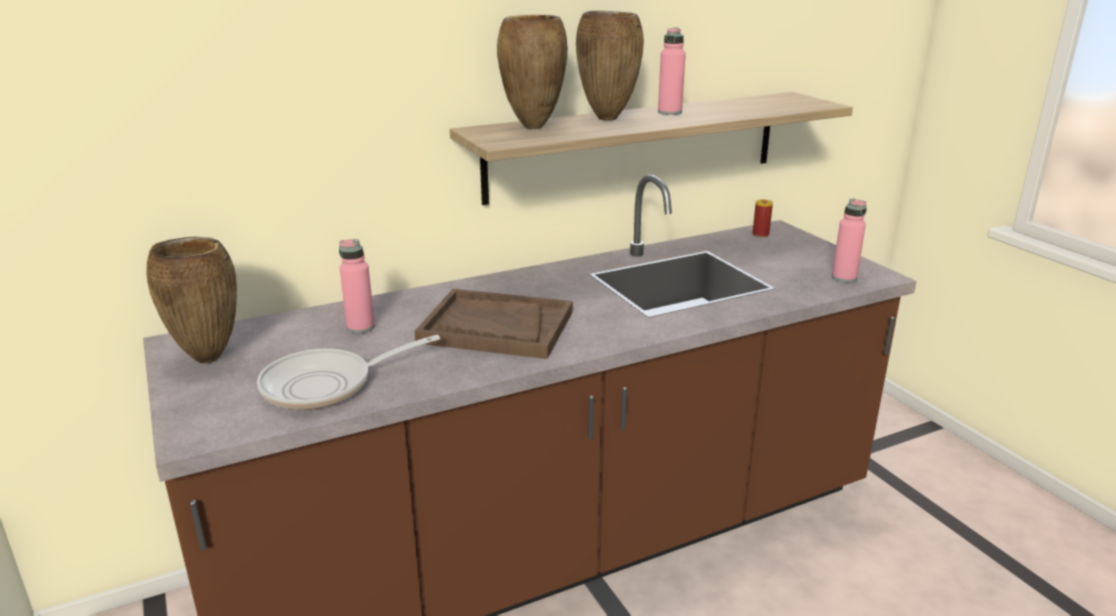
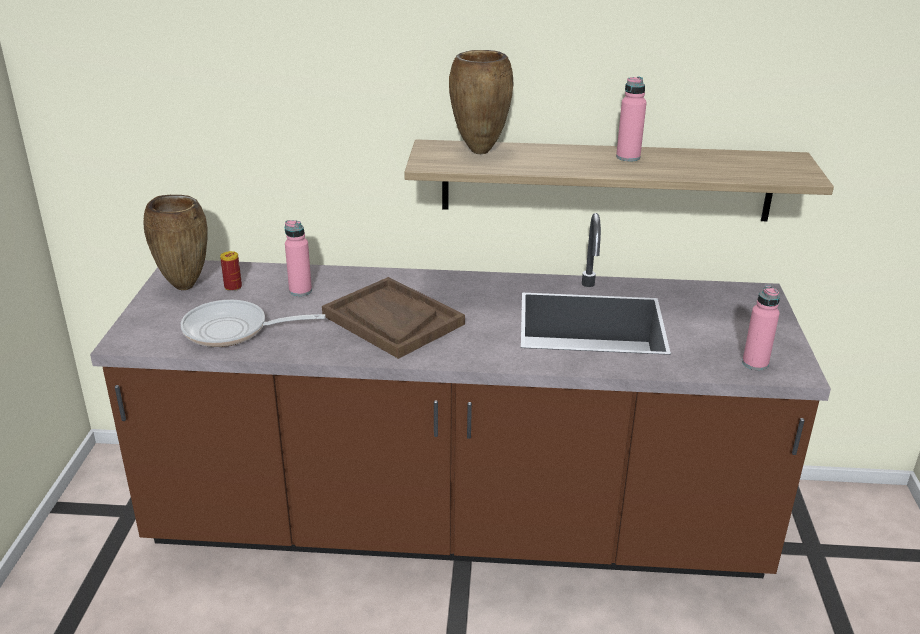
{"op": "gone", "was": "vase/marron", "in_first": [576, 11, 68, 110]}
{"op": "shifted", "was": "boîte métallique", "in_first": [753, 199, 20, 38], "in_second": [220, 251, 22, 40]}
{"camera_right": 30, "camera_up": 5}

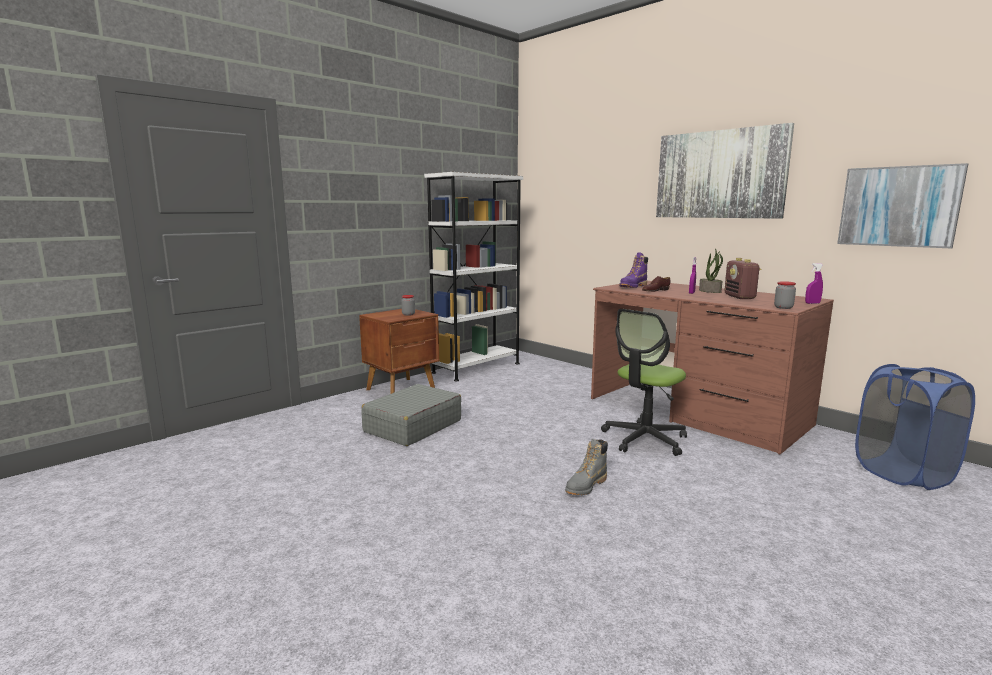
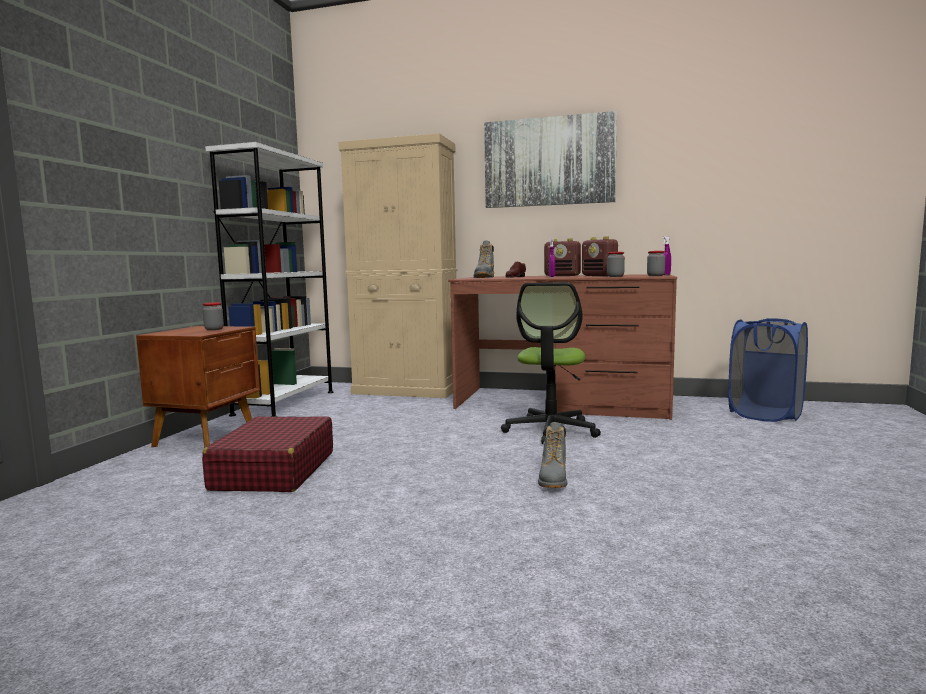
{"op": "repainted", "was": "valise/gris", "now": "valise/rouge", "in_first": [361, 384, 100, 62], "in_second": [202, 416, 131, 76]}
{"op": "repainted", "was": "botte/violet", "now": "botte/gris", "in_first": [619, 252, 29, 36], "in_second": [474, 240, 20, 38]}
{"op": "swapped", "was": "plante en pot", "now": "radio", "in_first": [699, 248, 24, 45], "in_second": [544, 238, 37, 38]}
{"op": "gone", "was": "tableau", "in_first": [837, 163, 131, 85]}
{"op": "new", "now": "meuble de rangement/beige", "in_second": [338, 133, 119, 265]}
{"op": "new", "now": "bocal", "in_second": [607, 252, 18, 25]}
{"camera_right": -30, "camera_up": -5}

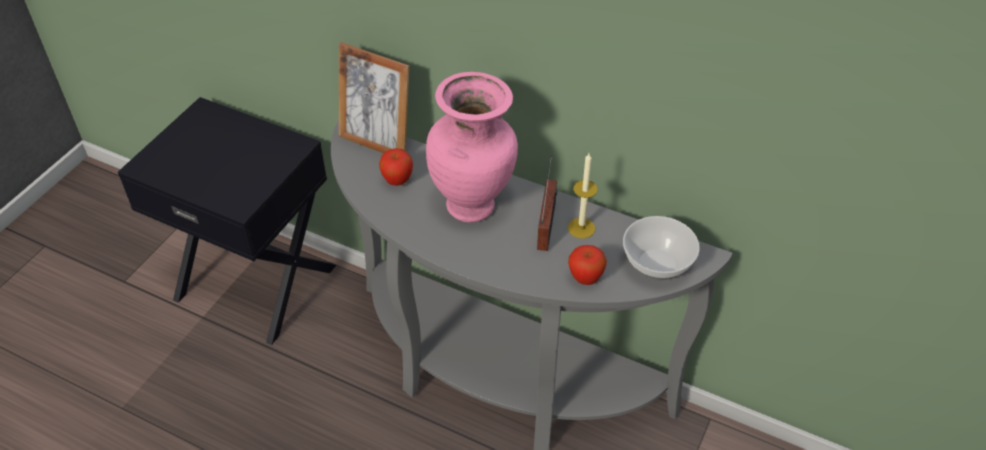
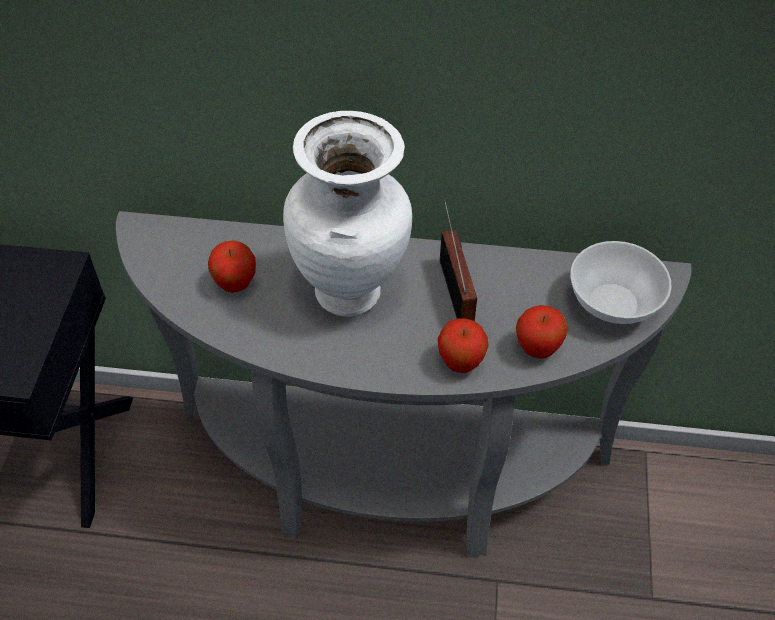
{"op": "gone", "was": "cadre photo", "in_first": [339, 42, 71, 112]}
{"op": "repainted", "was": "vase/rose", "now": "vase/blanc", "in_first": [426, 72, 92, 151], "in_second": [283, 111, 129, 206]}
{"op": "gone", "was": "bougie", "in_first": [568, 153, 30, 86]}
{"op": "new", "now": "pomme", "in_second": [438, 319, 51, 54]}
{"camera_right": -20, "camera_up": 5}

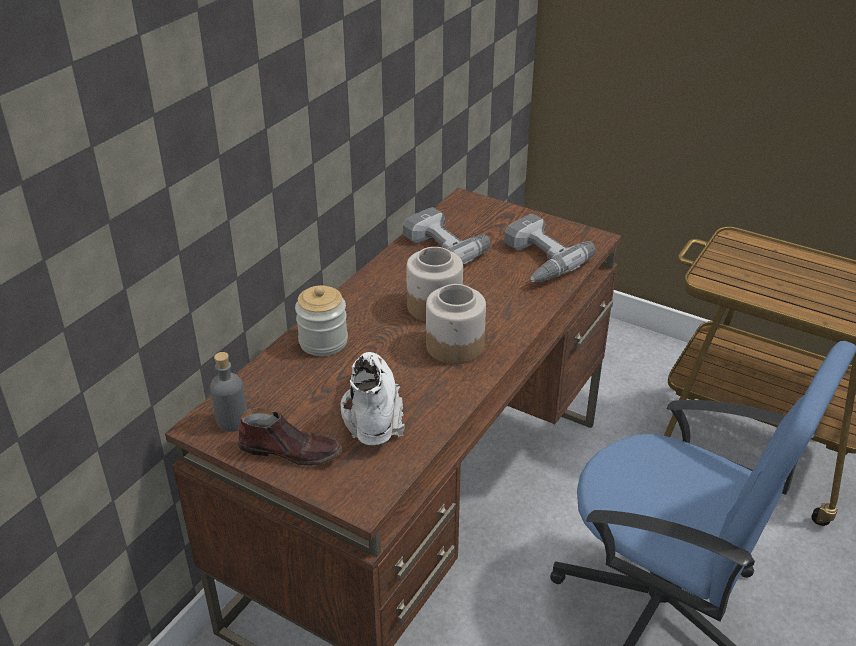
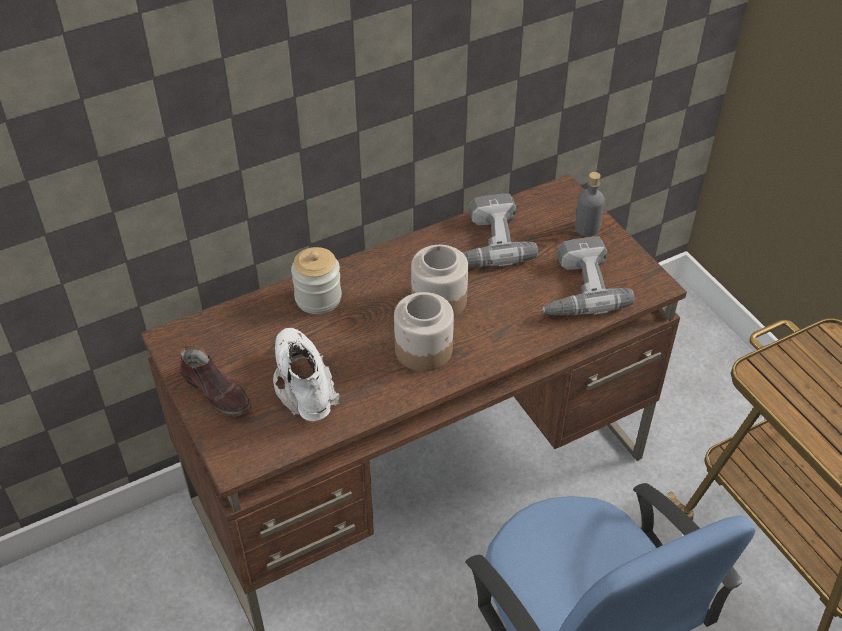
{"op": "shifted", "was": "bouteille/gris", "in_first": [210, 352, 37, 80], "in_second": [575, 172, 30, 64]}
{"op": "rotated", "was": "botte/blanc", "in_first": [341, 352, 64, 93], "in_second": [273, 328, 67, 93], "clockwise": -45}
{"camera_right": 30, "camera_up": 10}

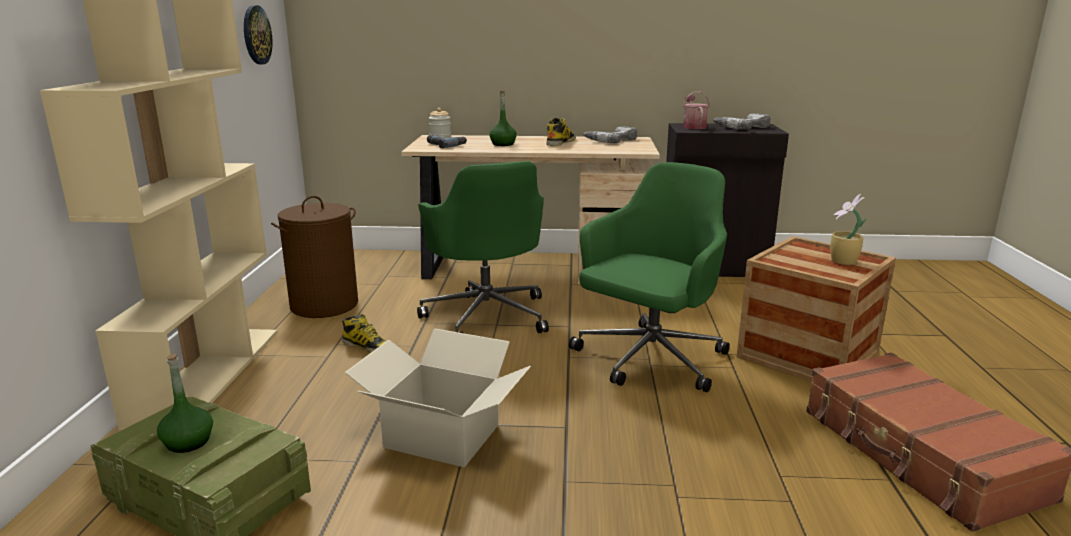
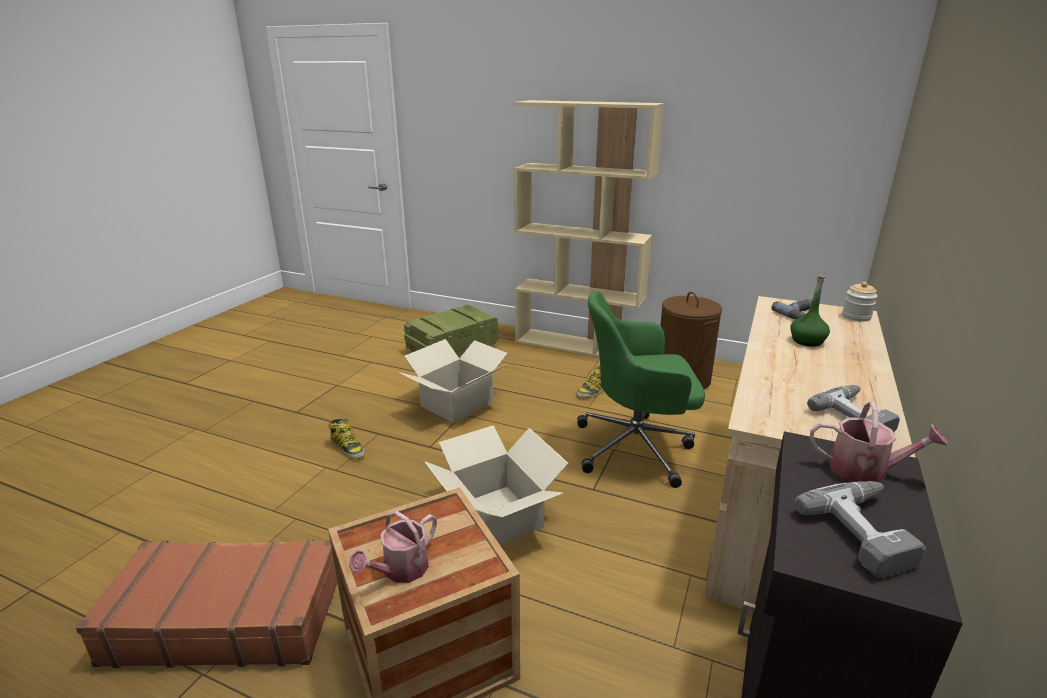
{"op": "gone", "was": "bouteille/vert", "in_first": [157, 354, 56, 99]}
{"op": "gone", "was": "horloge murale", "in_first": [244, 5, 29, 59]}
{"op": "shifted", "was": "botte", "in_first": [546, 118, 30, 28], "in_second": [328, 419, 37, 41]}
{"op": "swapped", "was": "chaise de bureau/vert", "now": "carton", "in_first": [569, 162, 161, 230], "in_second": [425, 425, 144, 120]}
{"op": "swapped", "was": "plante en pot", "now": "arrosoir", "in_first": [830, 194, 37, 71], "in_second": [349, 511, 88, 72]}
{"camera_right": 110, "camera_up": 5}

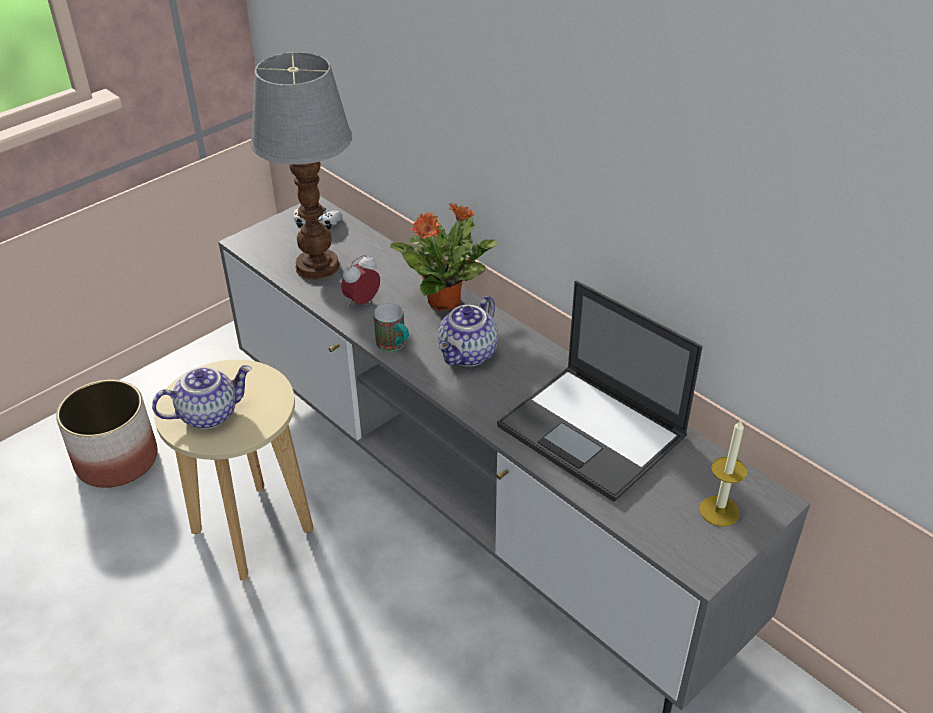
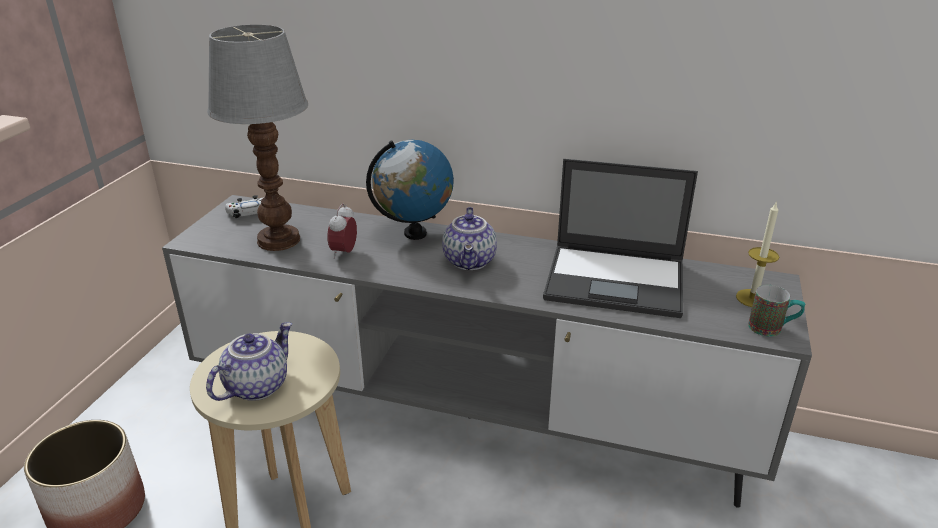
{"op": "shifted", "was": "mug", "in_first": [374, 303, 35, 49], "in_second": [748, 285, 57, 52]}
{"op": "swapped", "was": "plante en pot", "now": "globe", "in_first": [390, 203, 108, 108], "in_second": [366, 140, 88, 100]}
{"camera_right": -30, "camera_up": -10}

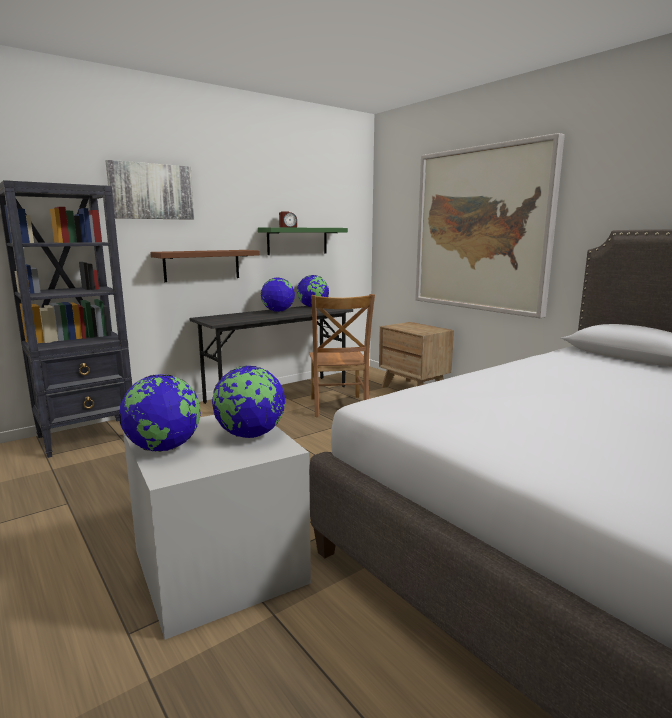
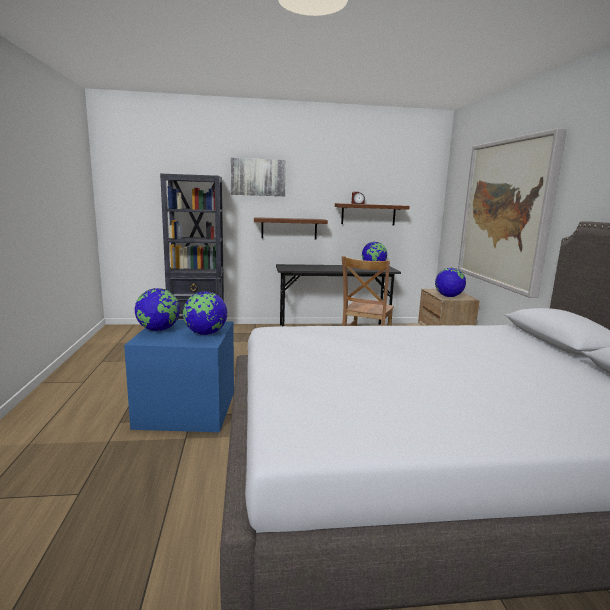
{"op": "repainted", "was": "boîte de rangement/gris", "now": "boîte de rangement/bleu", "in_first": [123, 415, 188, 225], "in_second": [124, 320, 110, 112]}
{"op": "repainted", "was": "étagère/vert", "now": "étagère/marron", "in_first": [258, 227, 90, 28], "in_second": [335, 203, 75, 22]}
{"op": "shifted", "was": "globe", "in_first": [261, 277, 34, 35], "in_second": [435, 268, 31, 29]}
{"camera_right": 30, "camera_up": 0}

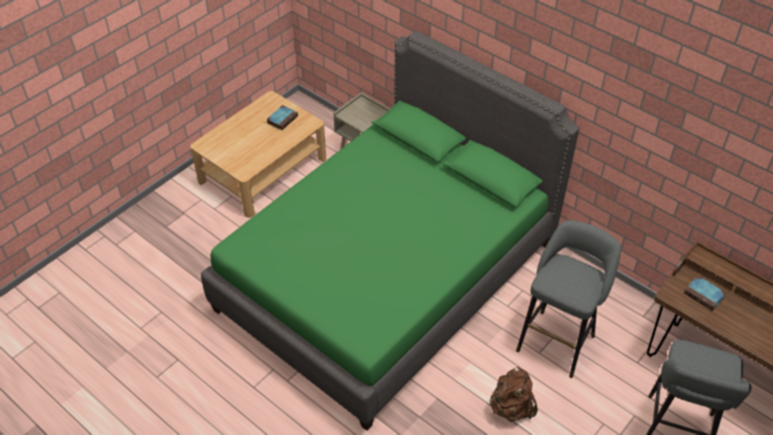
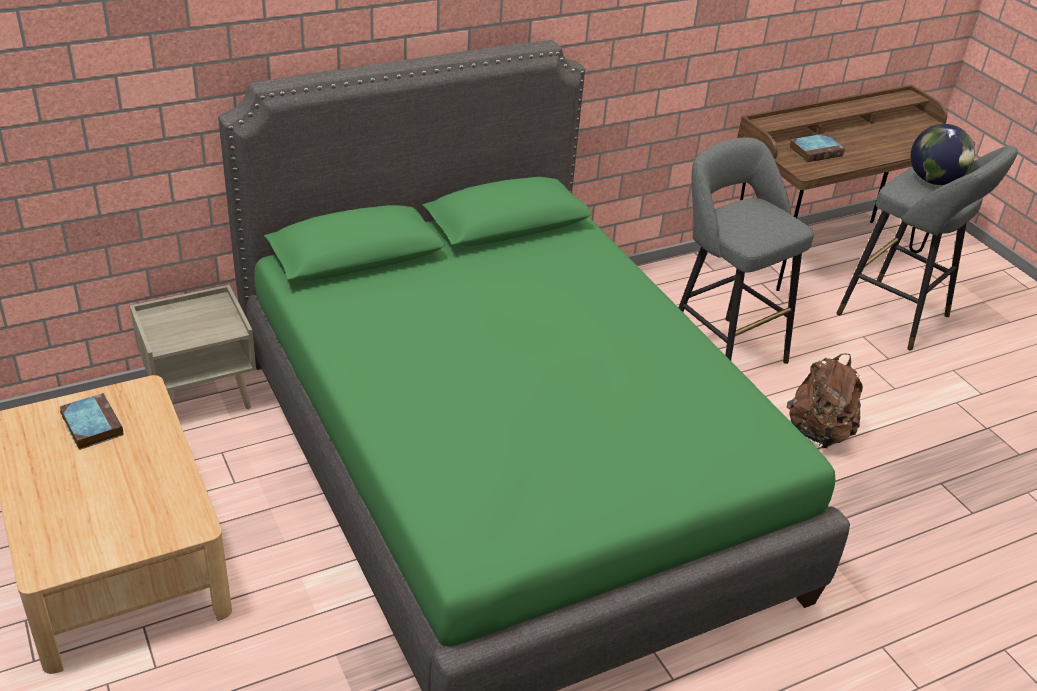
{"op": "new", "now": "globe", "in_second": [911, 124, 64, 61]}
{"camera_right": -70, "camera_up": -10}

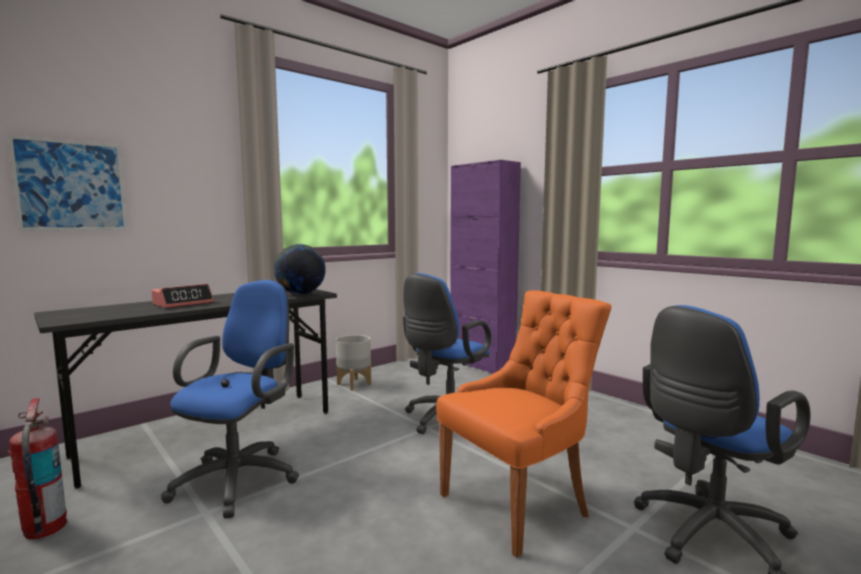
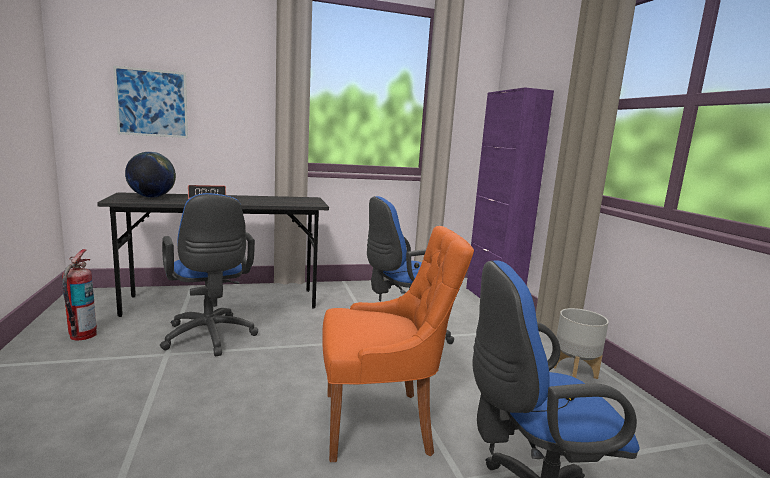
{"op": "rotated", "was": "chaise de bureau/bleu", "in_first": [161, 280, 138, 239], "in_second": [160, 193, 98, 163], "clockwise": 105}
{"op": "shifted", "was": "globe", "in_first": [274, 244, 52, 51], "in_second": [125, 152, 51, 46]}
{"op": "shifted", "was": "cache-pot/gris", "in_first": [336, 335, 35, 55], "in_second": [554, 308, 55, 71]}
{"camera_right": 25, "camera_up": 5}

